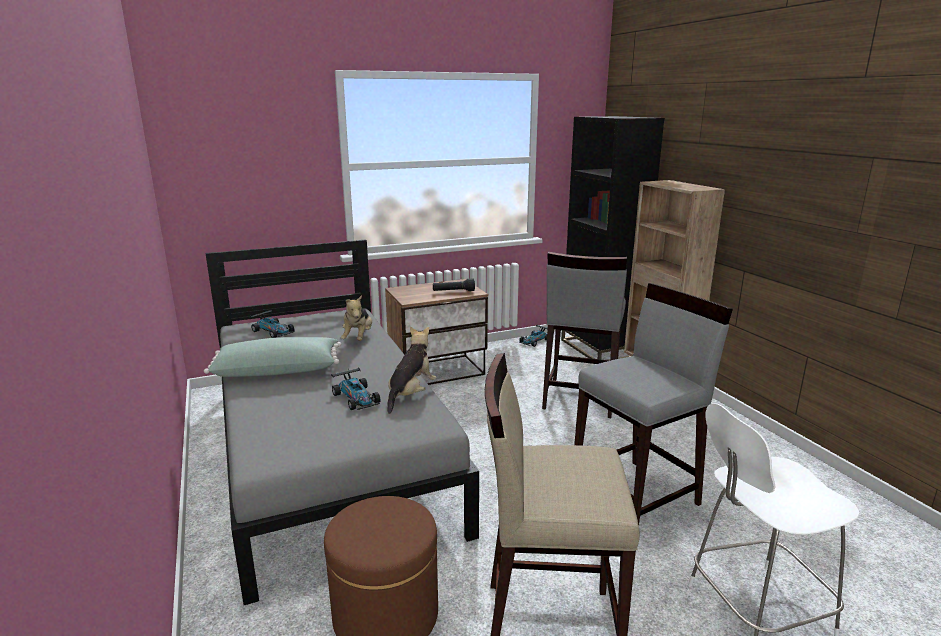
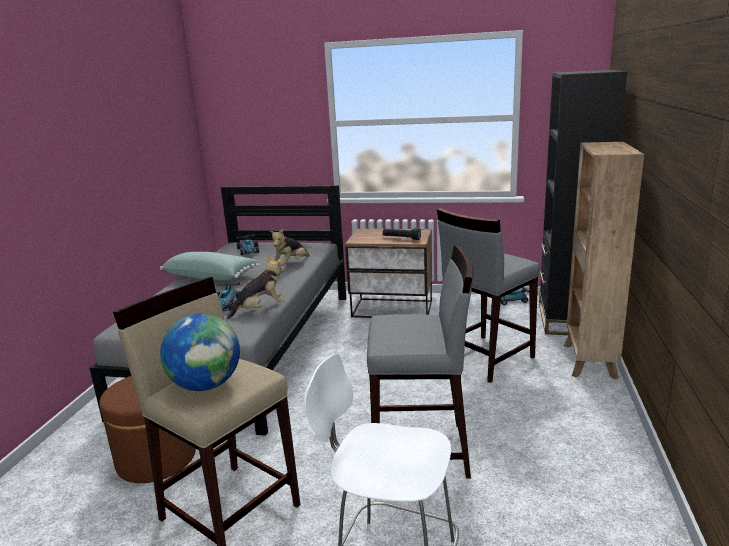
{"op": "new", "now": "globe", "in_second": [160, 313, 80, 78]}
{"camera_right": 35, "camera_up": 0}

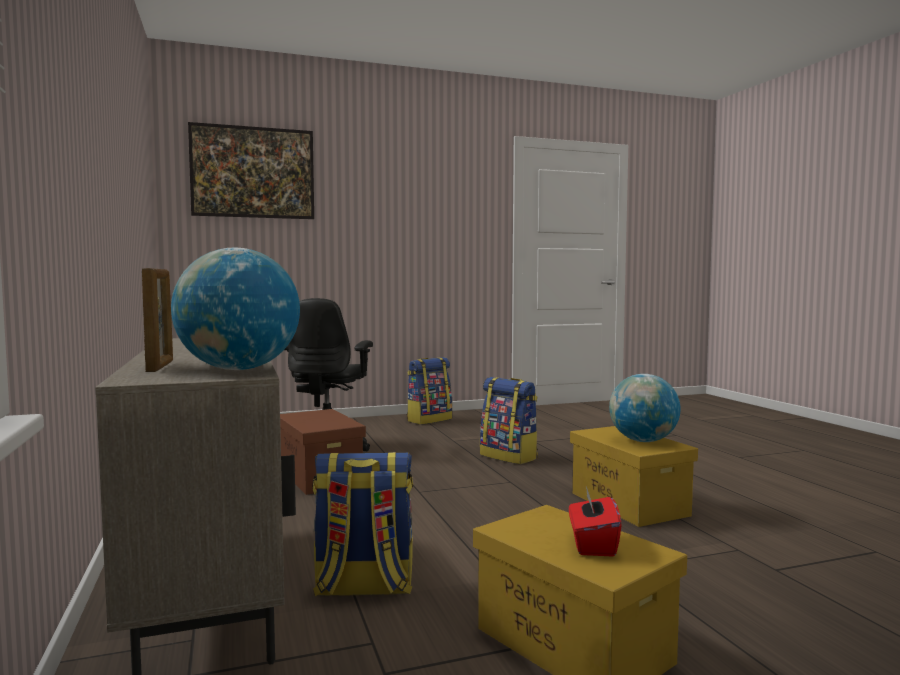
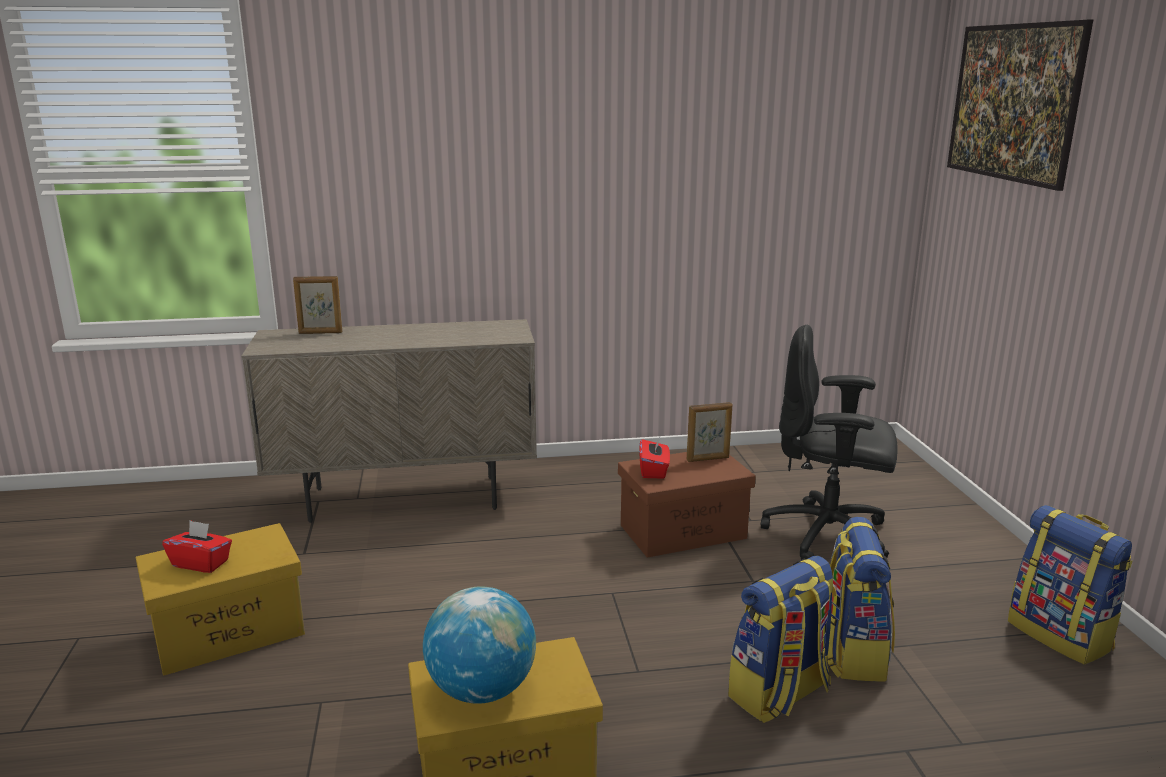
{"op": "gone", "was": "globe", "in_first": [171, 248, 129, 122]}
{"op": "shifted", "was": "sac à dos", "in_first": [312, 452, 101, 144], "in_second": [827, 517, 68, 165]}
{"op": "new", "now": "boîte à mouchoirs/rouge", "in_second": [639, 437, 31, 42]}
{"op": "new", "now": "cadre photo", "in_second": [687, 402, 45, 60]}
{"camera_right": 100, "camera_up": 15}

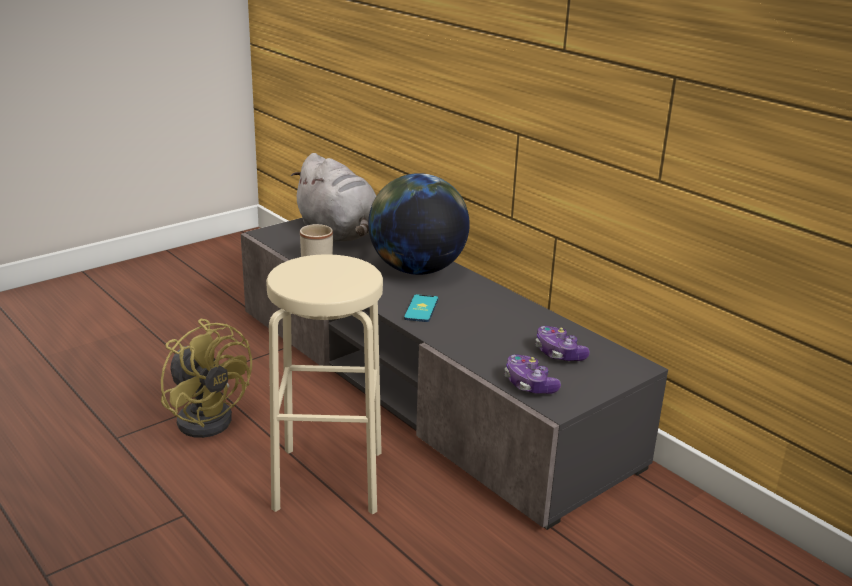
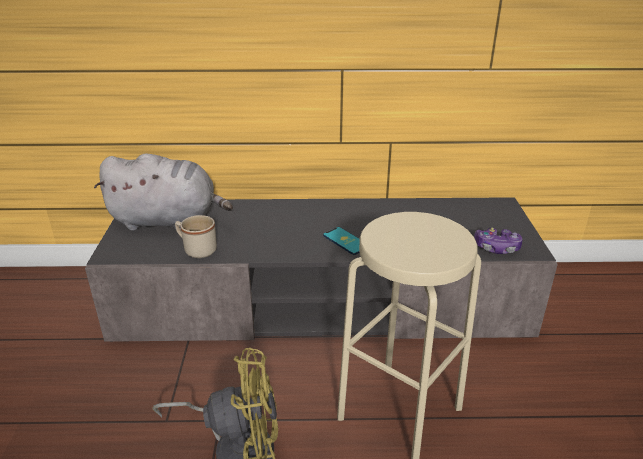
{"op": "gone", "was": "globe", "in_first": [368, 173, 102, 102]}
{"op": "gone", "was": "manette", "in_first": [536, 326, 54, 35]}
{"camera_right": -50, "camera_up": 5}

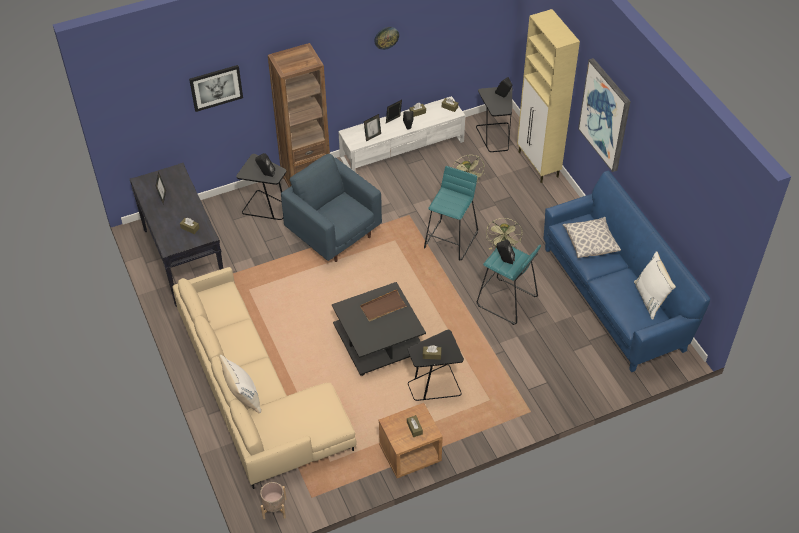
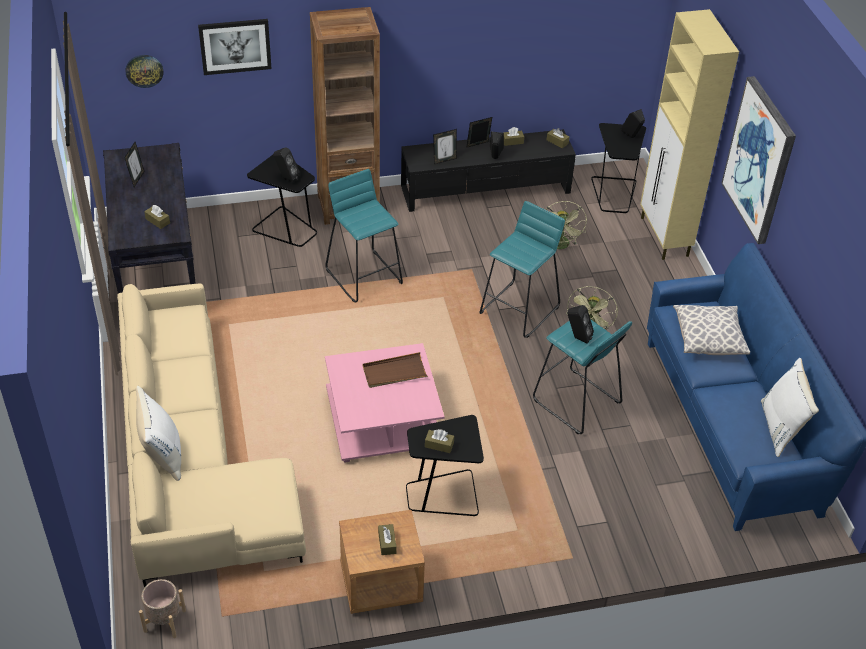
{"op": "swapped", "was": "fauteuil/bleu", "now": "tabouret/turquoise", "in_first": [281, 154, 101, 108], "in_second": [325, 169, 78, 133]}
{"op": "repainted", "was": "table basse/noir", "now": "table basse/rose", "in_first": [332, 282, 94, 94], "in_second": [325, 343, 119, 120]}
{"op": "repainted", "was": "meuble télé/blanc", "now": "meuble télé/noir", "in_first": [338, 96, 127, 76], "in_second": [401, 129, 175, 83]}
{"op": "shifted", "was": "horloge murale", "in_first": [374, 27, 25, 23], "in_second": [126, 55, 37, 33]}
{"camera_right": 10, "camera_up": -5}

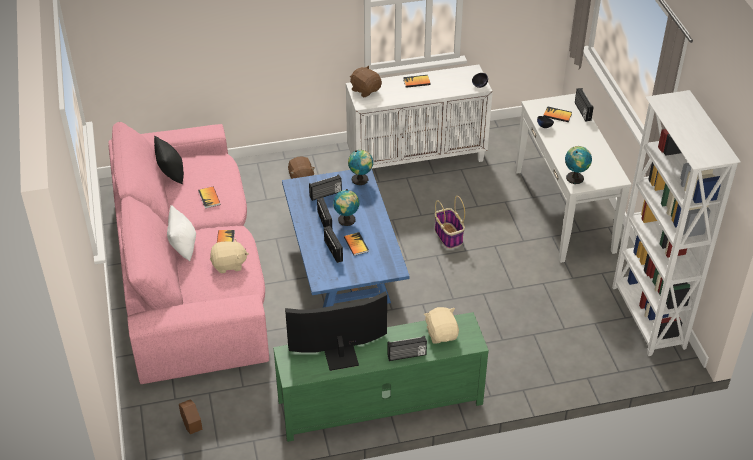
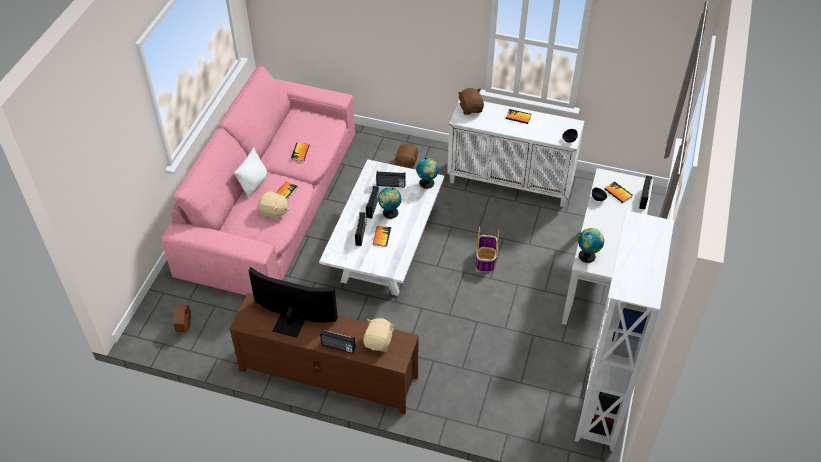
{"op": "gone", "was": "coussin/noir", "in_first": [154, 136, 30, 48]}
{"op": "repainted", "was": "meuble télé/vert", "now": "meuble télé/marron", "in_first": [273, 312, 216, 130], "in_second": [229, 293, 190, 121]}
{"op": "repainted", "was": "table basse/bleu", "now": "table basse/blanc", "in_first": [282, 169, 128, 139], "in_second": [319, 159, 125, 137]}
{"camera_right": 30, "camera_up": 5}

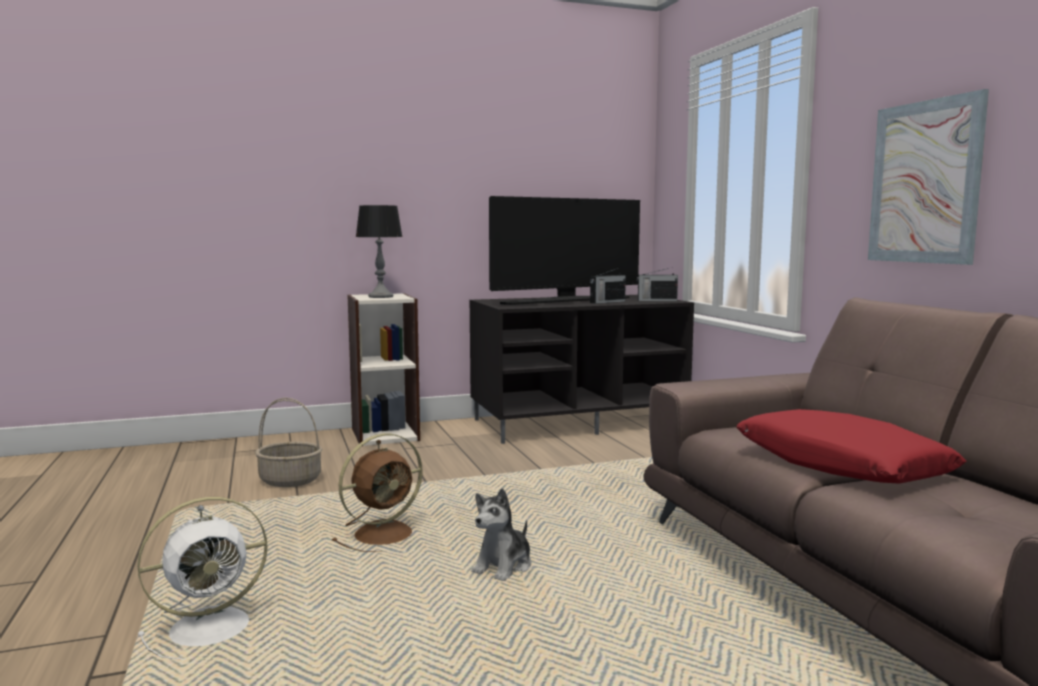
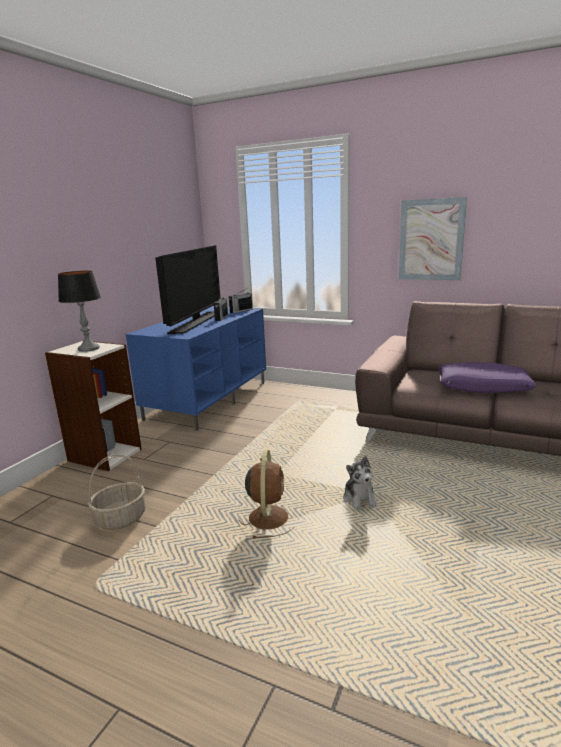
{"op": "gone", "was": "ventilateur/blanc", "in_first": [137, 497, 131, 163]}
{"op": "repainted", "was": "meuble télé/noir", "now": "meuble télé/bleu", "in_first": [470, 295, 224, 149], "in_second": [126, 306, 140, 125]}
{"op": "repainted", "was": "coussin/rouge", "now": "coussin/violet", "in_first": [737, 409, 229, 75], "in_second": [438, 362, 99, 31]}
{"camera_right": -45, "camera_up": 10}

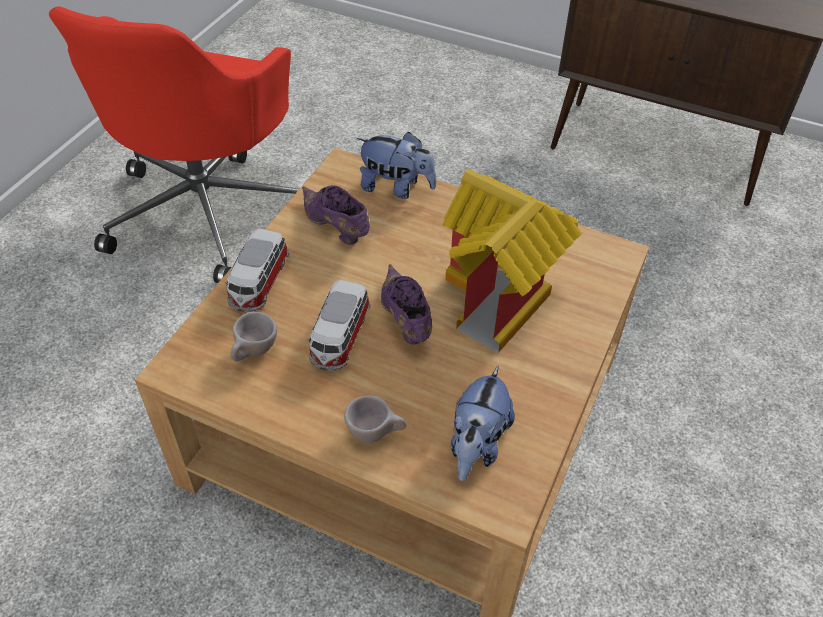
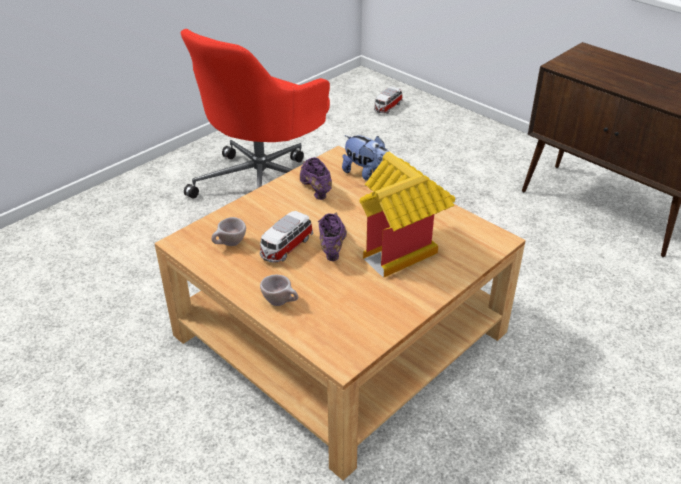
{"op": "shifted", "was": "petite voiture", "in_first": [225, 229, 64, 83], "in_second": [374, 86, 29, 28]}
{"op": "gone", "was": "peluche", "in_first": [451, 366, 64, 115]}
{"camera_right": 20, "camera_up": -10}

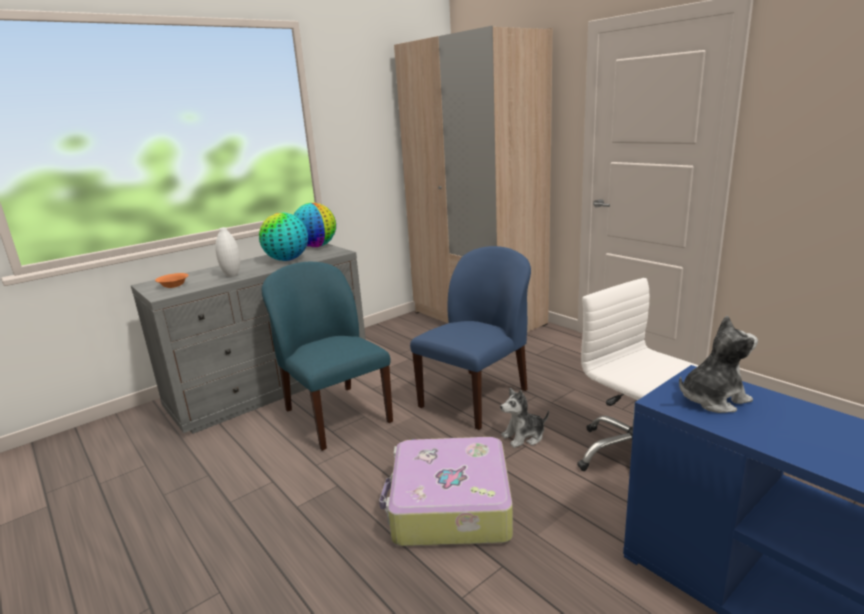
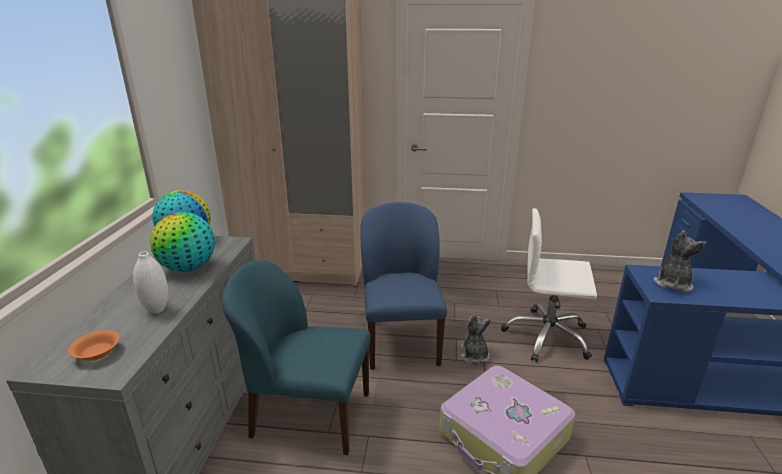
{"op": "rotated", "was": "peluche", "in_first": [500, 388, 49, 60], "in_second": [460, 314, 31, 49], "clockwise": 150}
{"camera_right": -45, "camera_up": 5}

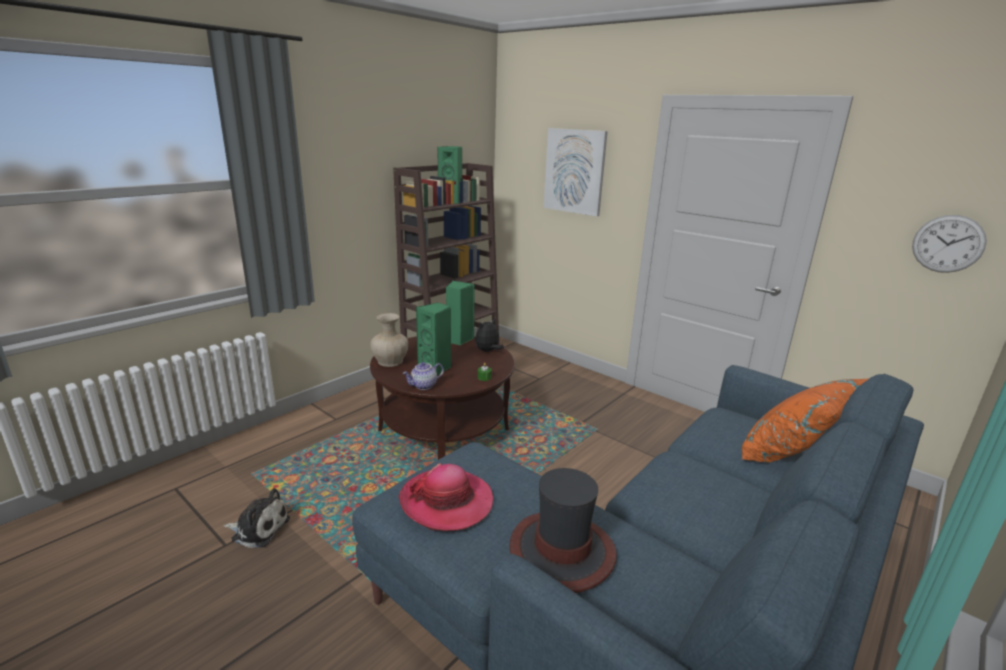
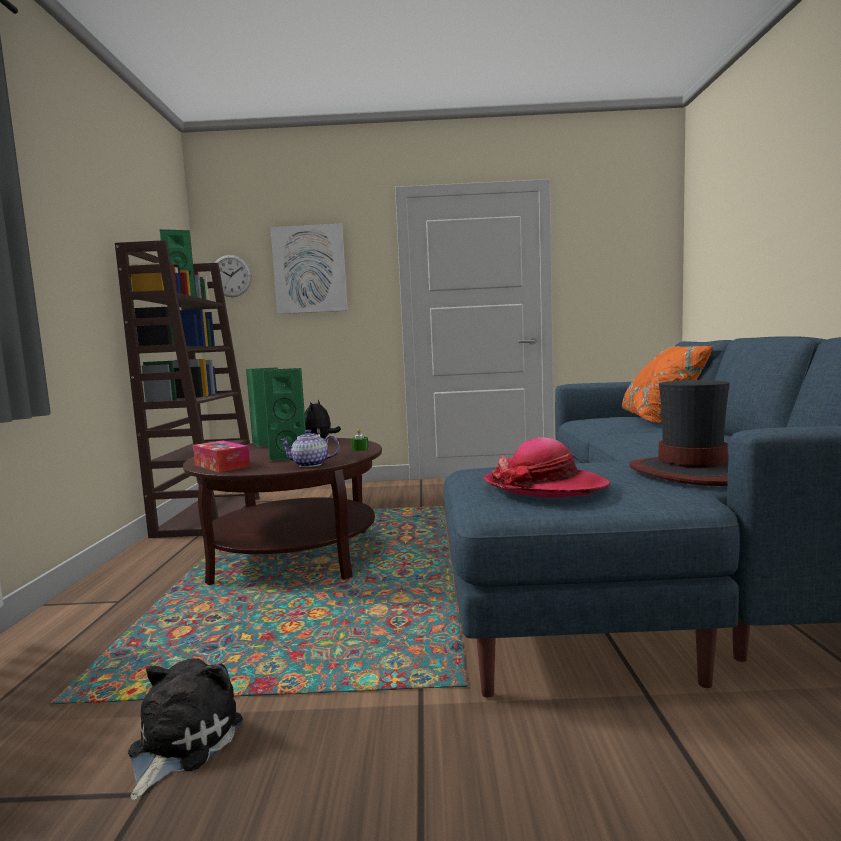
{"op": "rotated", "was": "peluche", "in_first": [224, 488, 66, 60], "in_second": [128, 658, 115, 142], "clockwise": -45}
{"op": "swapped", "was": "vase/beige", "now": "boîte à mouchoirs", "in_first": [371, 313, 38, 54], "in_second": [193, 441, 57, 32]}
{"op": "rotated", "was": "théière", "in_first": [402, 362, 42, 28], "in_second": [279, 429, 60, 38], "clockwise": 75}
{"op": "shifted", "was": "horloge murale", "in_first": [912, 215, 75, 58], "in_second": [210, 255, 42, 42]}
{"camera_right": -40, "camera_up": -15}

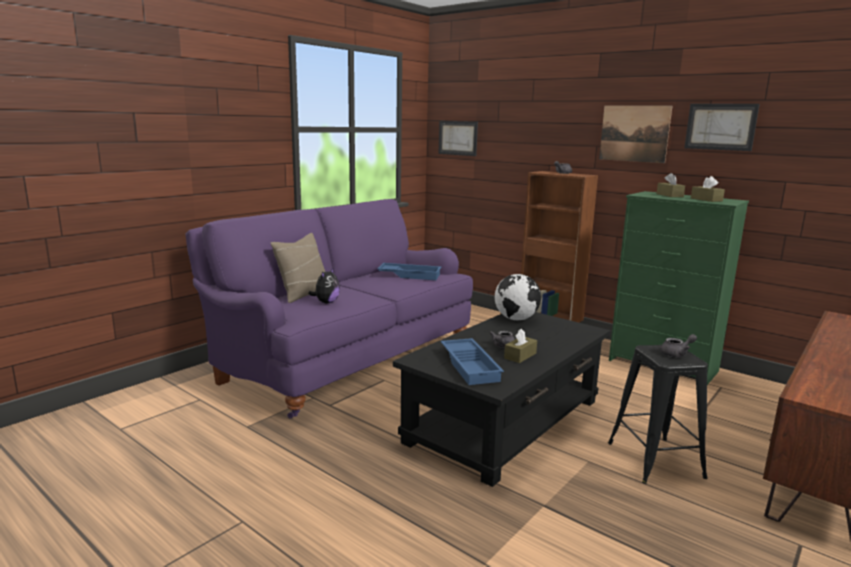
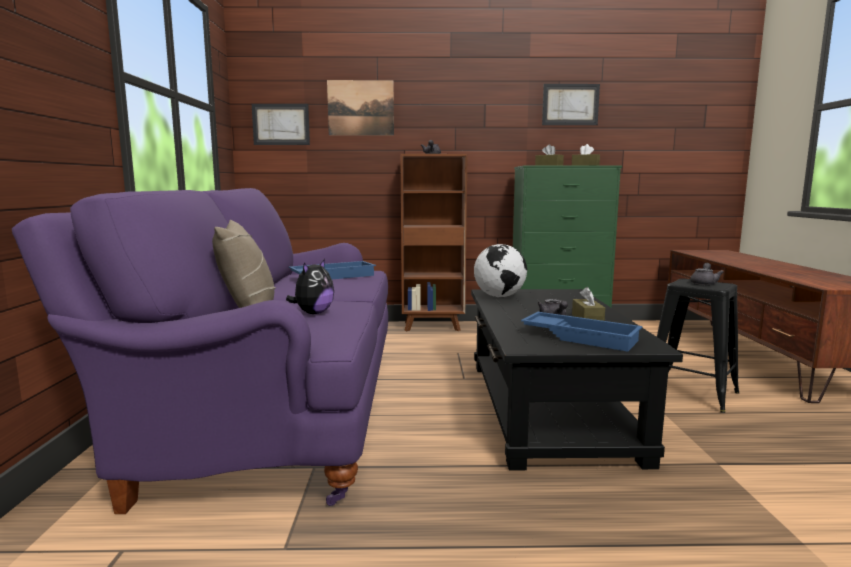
{"op": "rotated", "was": "peluche", "in_first": [308, 267, 32, 36], "in_second": [286, 259, 48, 55], "clockwise": 45}
{"op": "shifted", "was": "tableau", "in_first": [599, 105, 73, 58], "in_second": [327, 80, 67, 55]}
{"camera_right": -40, "camera_up": -5}

